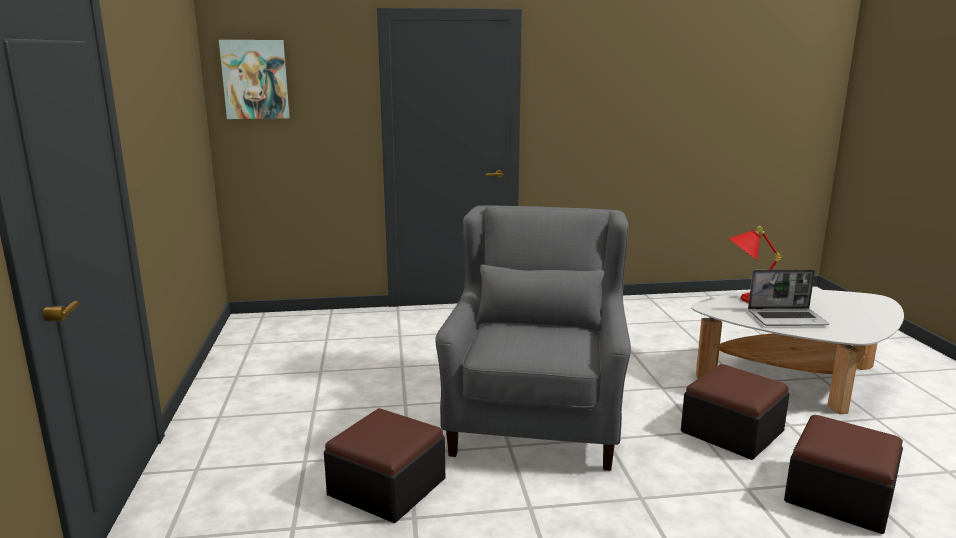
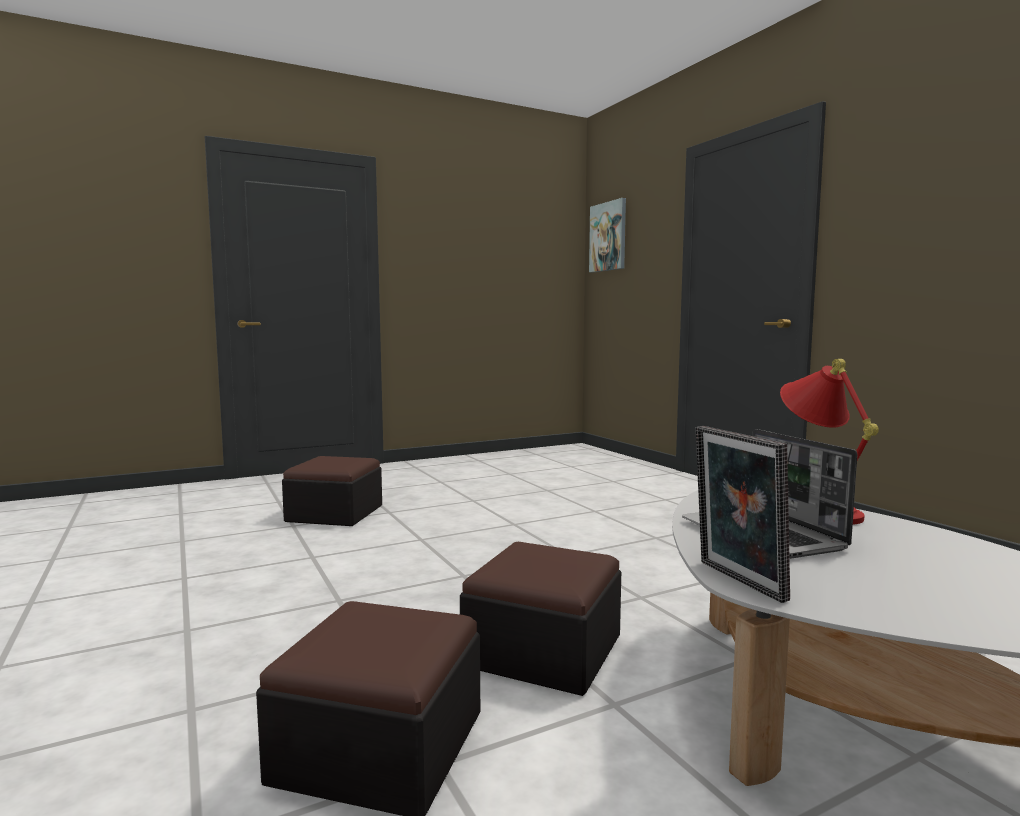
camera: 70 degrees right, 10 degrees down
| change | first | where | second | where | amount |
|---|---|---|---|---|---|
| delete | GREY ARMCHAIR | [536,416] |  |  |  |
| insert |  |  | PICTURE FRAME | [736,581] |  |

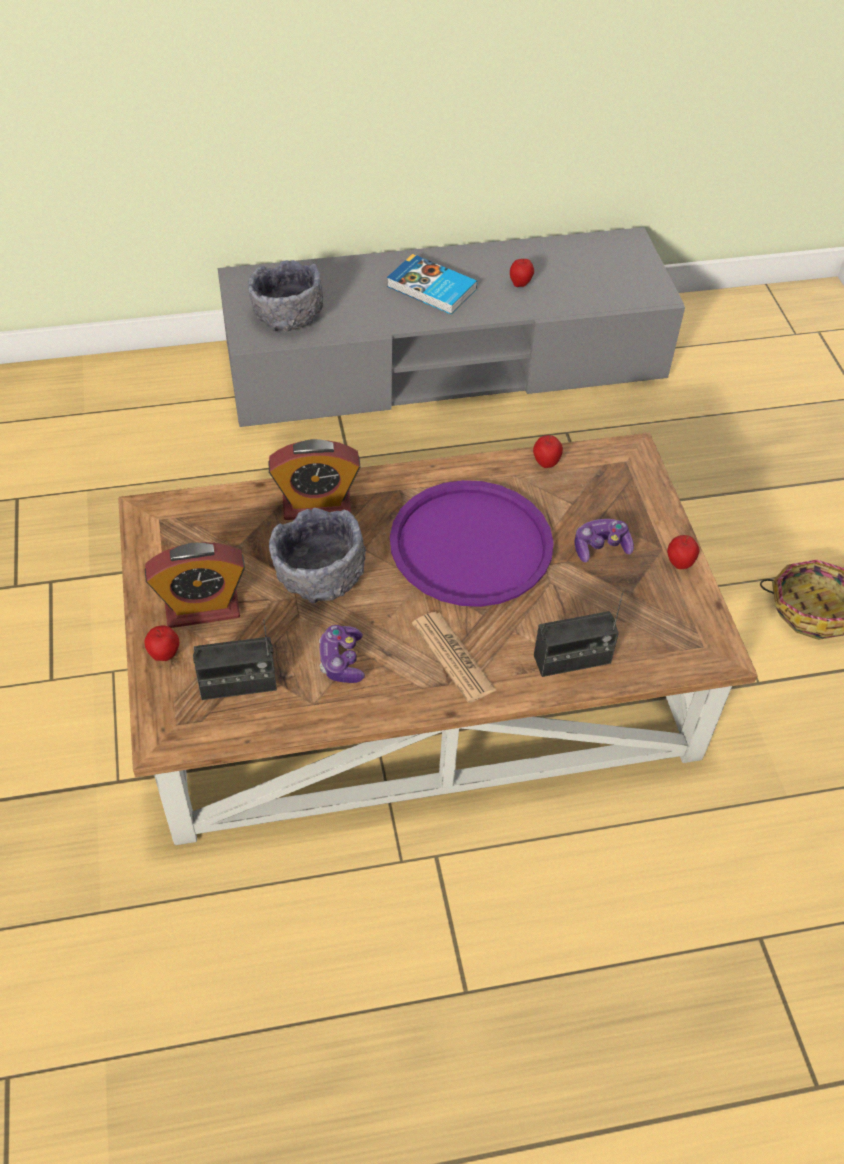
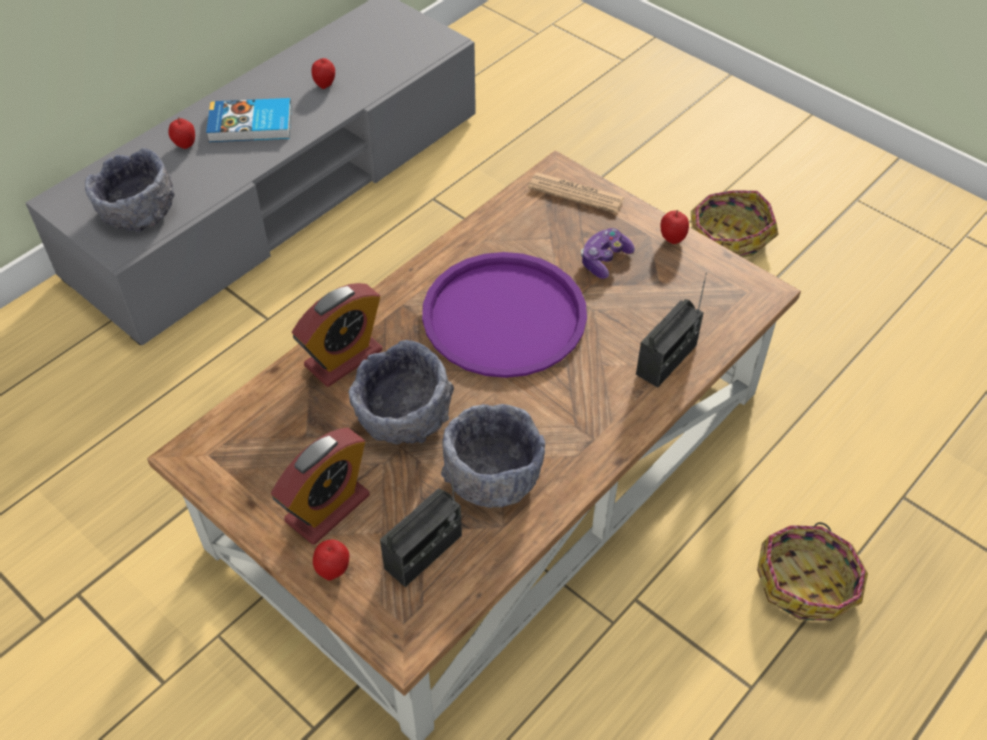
camera: 35 degrees left, 0 degrees up
| change | first | where | second | where | amount |
|---|---|---|---|---|---|
| replace | GAME CONTROLLER | [342,661] | GREY BOWL | [492,475] |  |
| move | NEWSPAPER | [453,657] |  | [576,193] |  |
| move | APPLE | [545,463] |  | [185,145] |  |
| insert |  |  | BASKET | [807,582] |  |

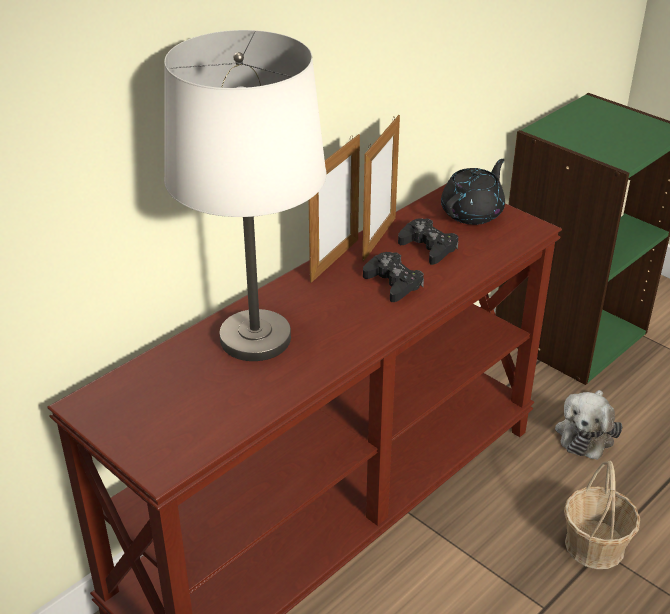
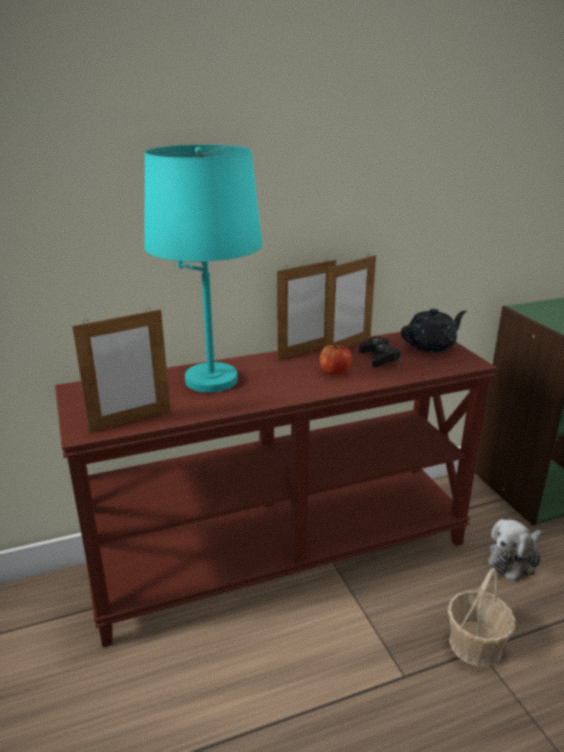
camera: 25 degrees right, 10 degrees down
| change | first | where | second | where | amount |
|---|---|---|---|---|---|
| recolor | WHITE TABLE LAMP | [256,338] | TURQUOISE TABLE LAMP | [212,380] |  |
| replace | BLACK GAME CONTROLLER | [393,283] | APPLE | [334,371] |  |
| insert |  |  | PICTURE FRAME | [131,421] |  |

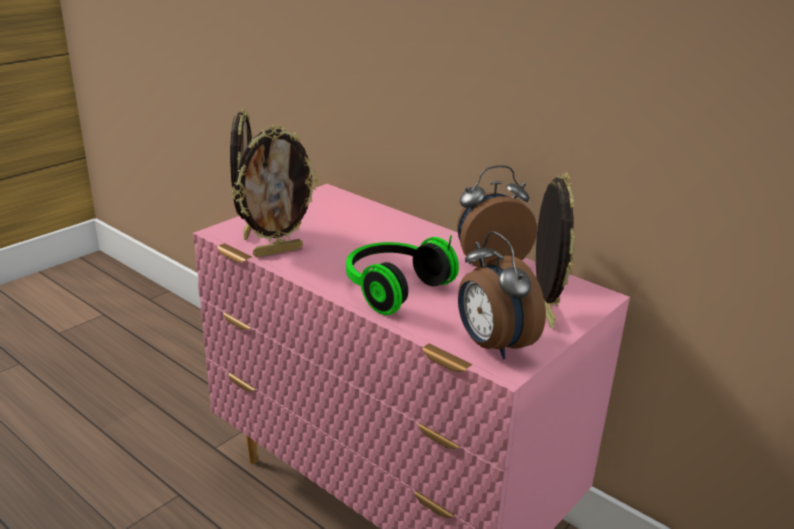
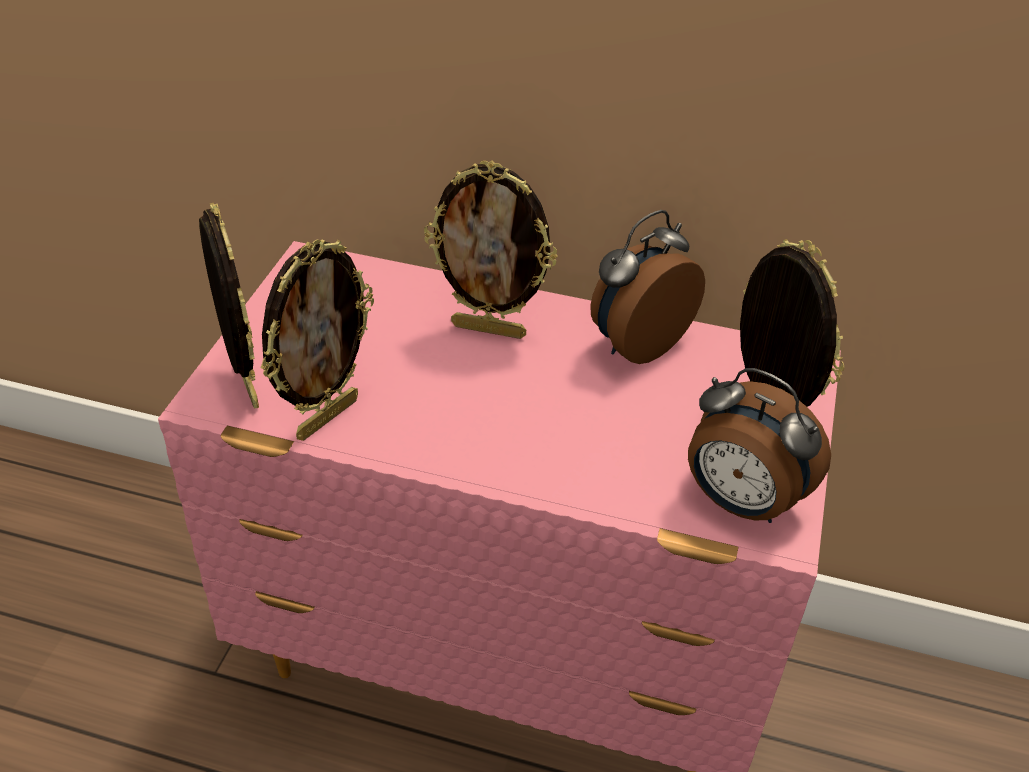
camera: 25 degrees left, 15 degrees up
| change | first | where | second | where | amount |
|---|---|---|---|---|---|
| delete | HEADPHONES | [392,288] |  |  |  |
| insert |  |  | PICTURE FRAME | [489,329] |  |

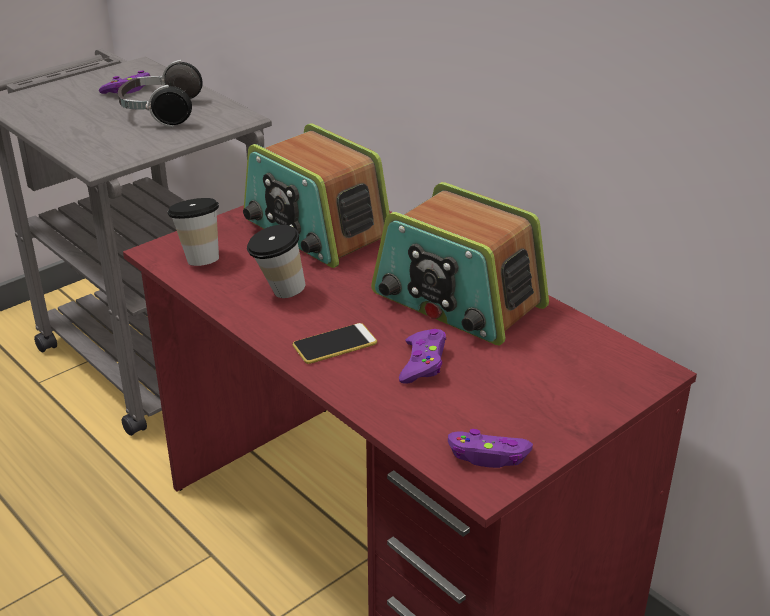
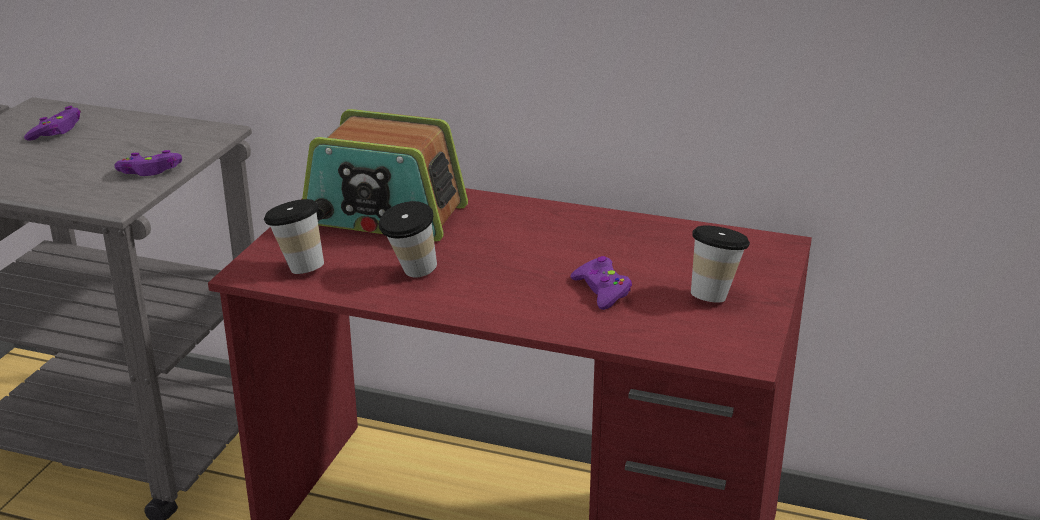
camera: 30 degrees left, 5 degrees down
| change | first | where | second | where | amount |
|---|---|---|---|---|---|
| delete | HEADPHONES | [160,112] |  |  |  |
| delete | PHONE | [334,344] |  |  |  |
| delete | RADIO | [457,301] |  |  |  |
| move | PURPLE GAME CONTROLLER | [488,456] |  | [150,171] |  |
| insert |  |  | CUP | [714,294] |  |

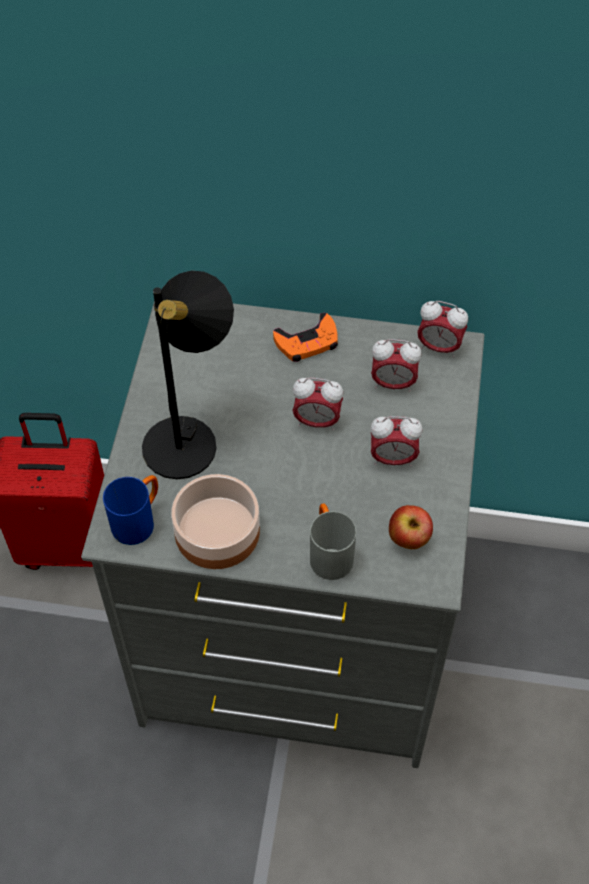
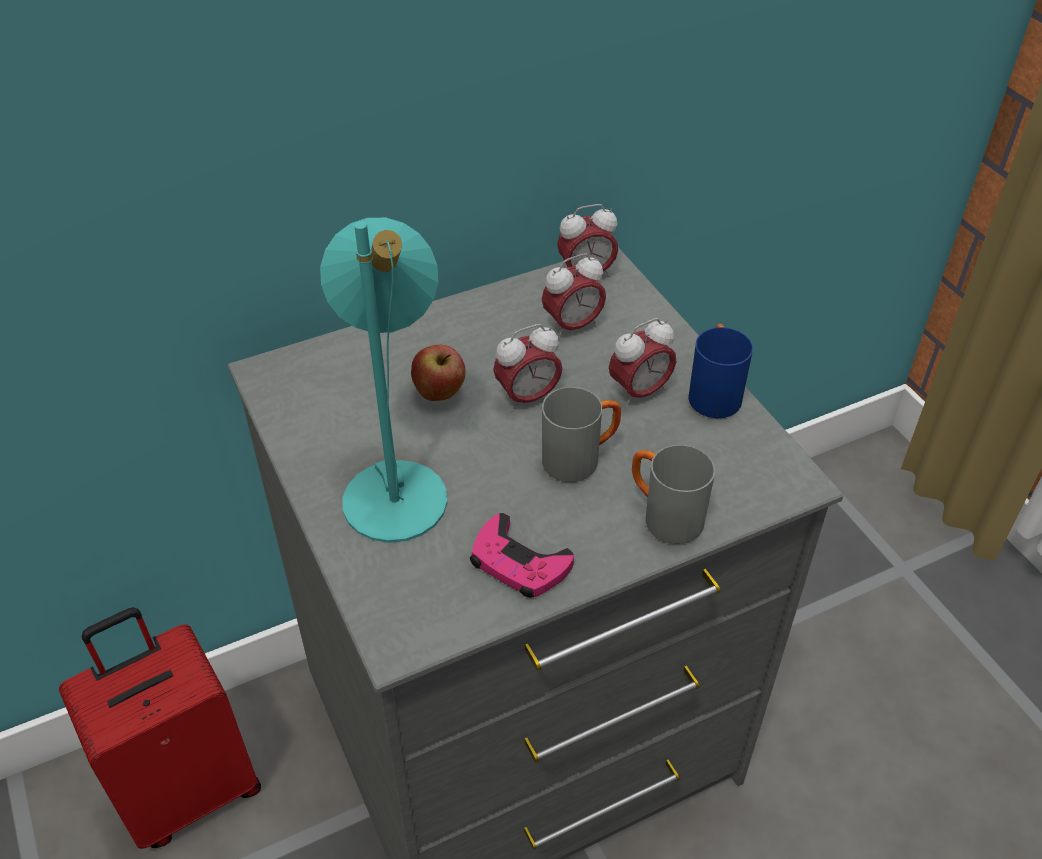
camera: 35 degrees left, 10 degrees down
| change | first | where | second | where | amount |
|---|---|---|---|---|---|
| move | BLUE MUG | [138,520] |  | [713,392] |  |
| recolor | BLACK TABLE LAMP | [189,437] | TURQUOISE TABLE LAMP | [398,484] |  |
| replace | BOWL | [216,530] | PINK GAME CONTROLLER | [518,563] |  |
| delete | ORANGE GAME CONTROLLER | [307,342] |  |  |  |
| move | APPLE | [408,539] |  | [440,394] |  |
| insert |  |  | GREY MUG | [580,458] |  |

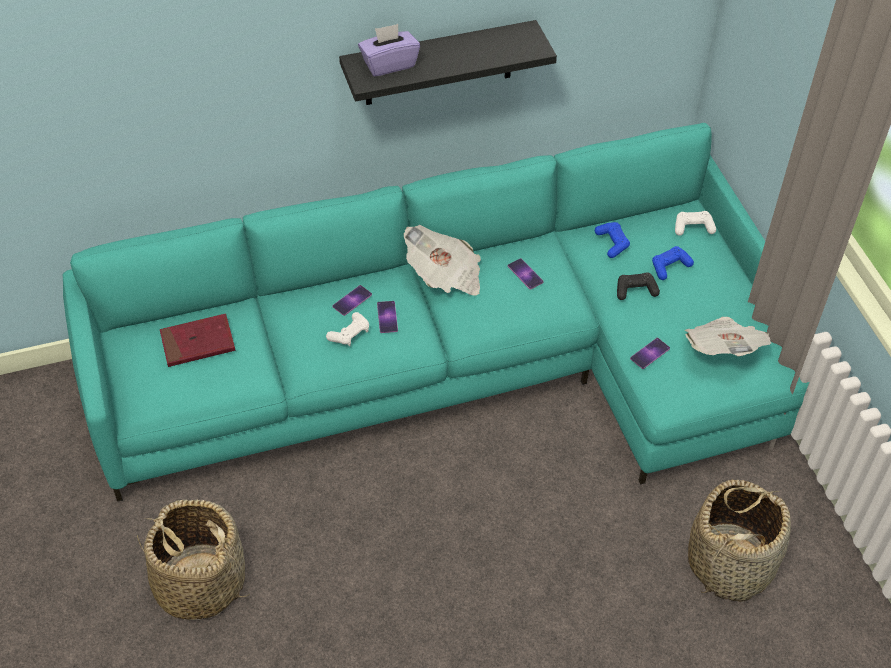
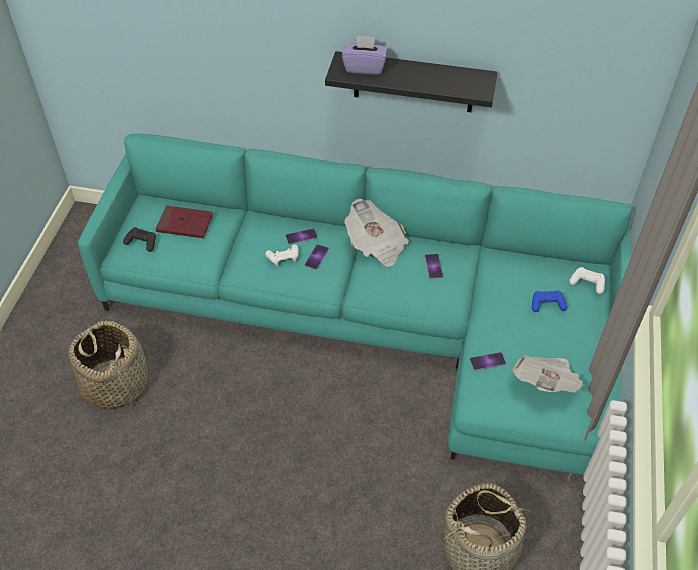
camera: 30 degrees right, 0 degrees up
| change | first | where | second | where | amount |
|---|---|---|---|---|---|
| delete | BLUE GAME CONTROLLER | [612,243] |  |  |  |
| move | BLACK GAME CONTROLLER | [635,290] |  | [142,242] |  |

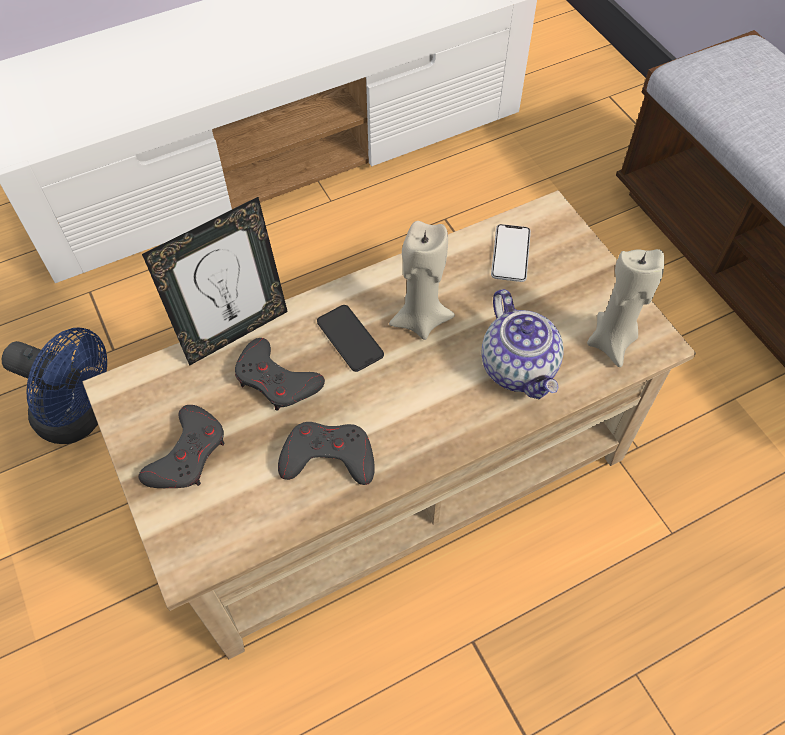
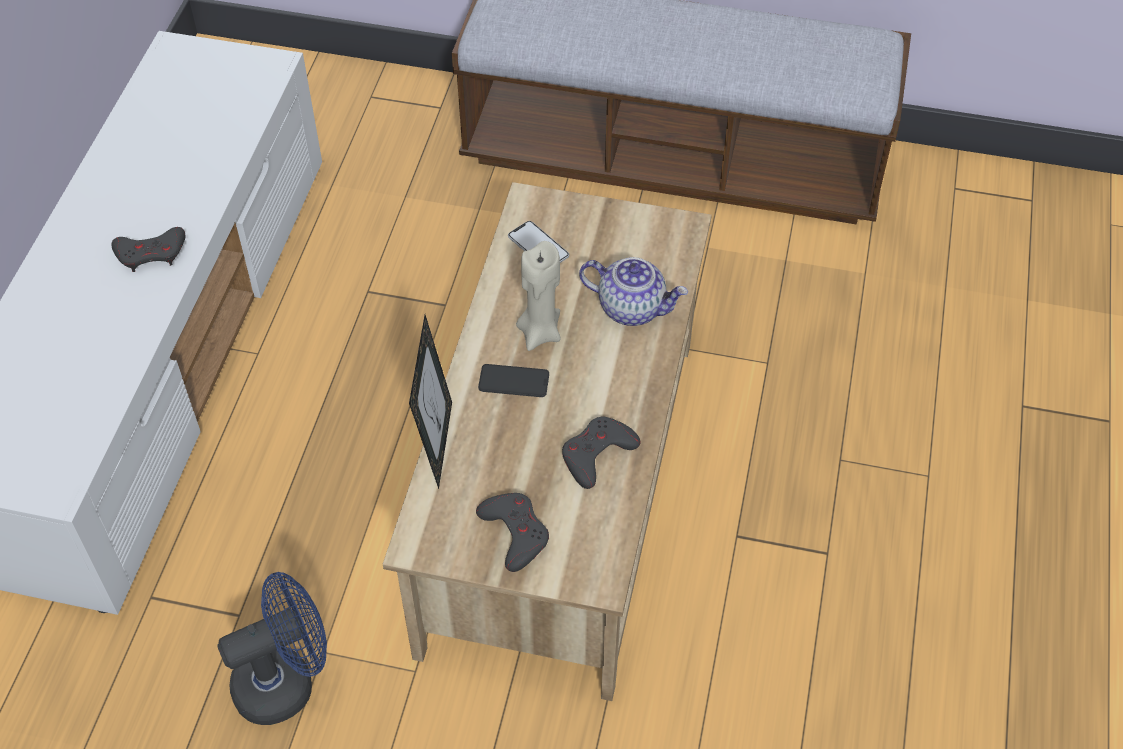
camera: 50 degrees left, 5 degrees down
| change | first | where | second | where | amount |
|---|---|---|---|---|---|
| move | GREY GAME CONTROLLER | [276,380] |  | [151,253] |  |
| delete | BEIGE CANDLE | [612,342] |  |  |  |

